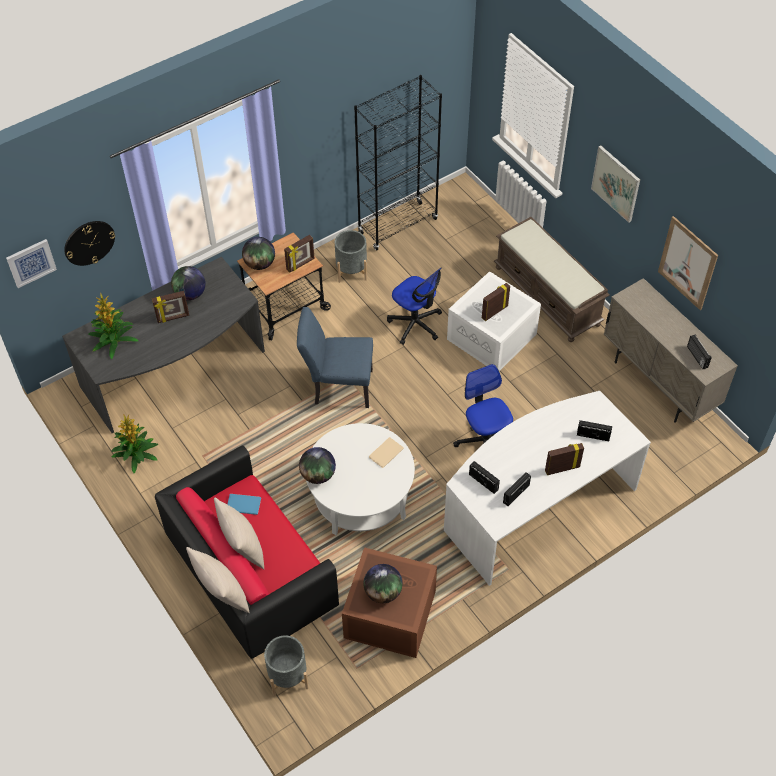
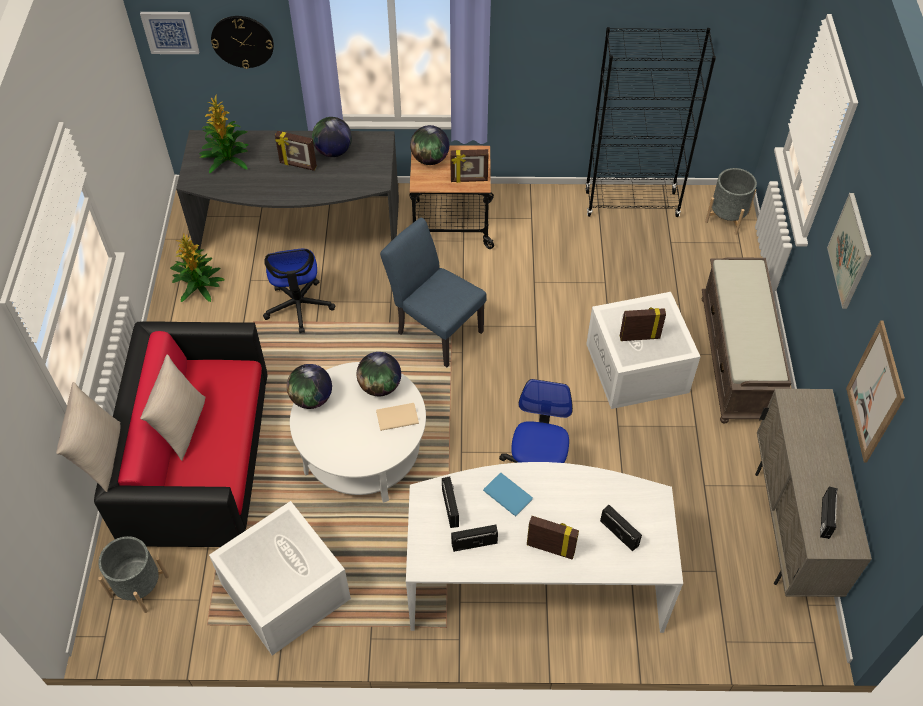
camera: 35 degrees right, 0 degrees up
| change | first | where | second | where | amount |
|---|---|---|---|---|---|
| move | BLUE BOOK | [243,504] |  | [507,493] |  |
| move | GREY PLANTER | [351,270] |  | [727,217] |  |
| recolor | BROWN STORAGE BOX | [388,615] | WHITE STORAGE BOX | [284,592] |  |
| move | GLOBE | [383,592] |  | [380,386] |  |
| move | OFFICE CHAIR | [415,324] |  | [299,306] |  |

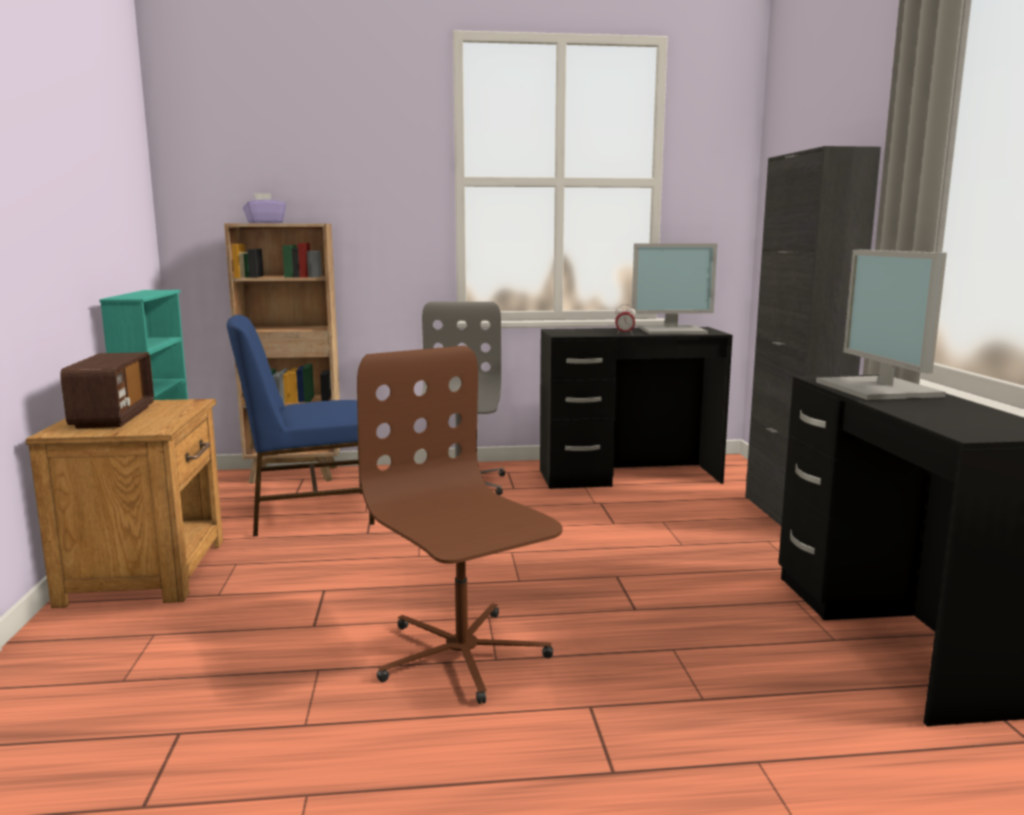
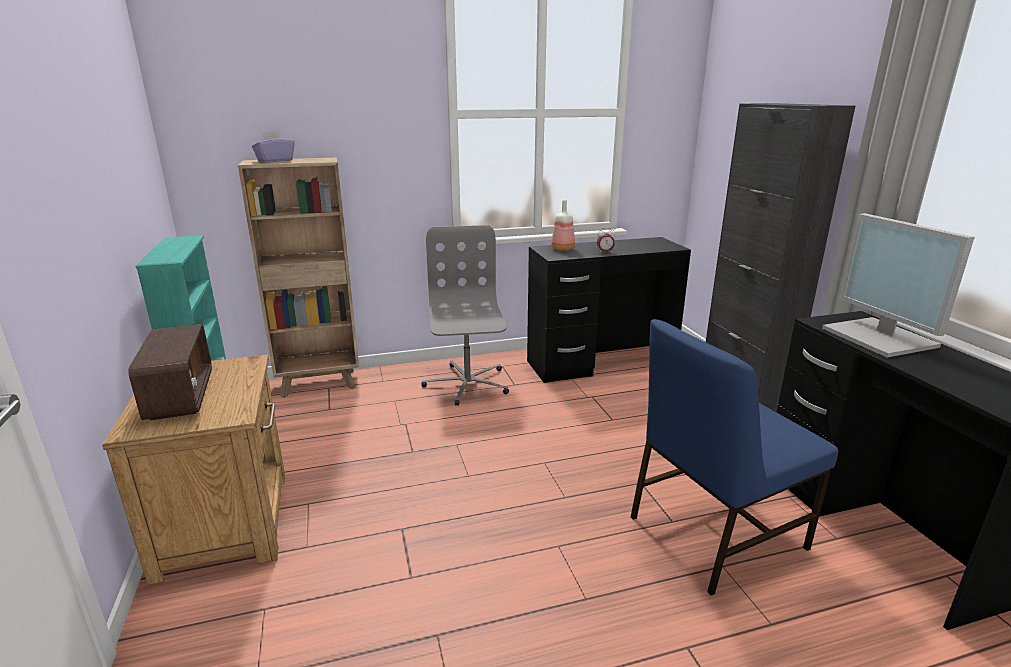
camera: 10 degrees left, 10 degrees up
| change | first | where | second | where | amount |
|---|---|---|---|---|---|
| move | BLUE CHAIR | [309,512] |  | [713,532] |  |
| delete | BROWN OFFICE CHAIR | [461,655] |  |  |  |
| delete | MONITOR | [673,330] |  |  |  |
| insert |  |  | BOTTLE | [563,249] |  |

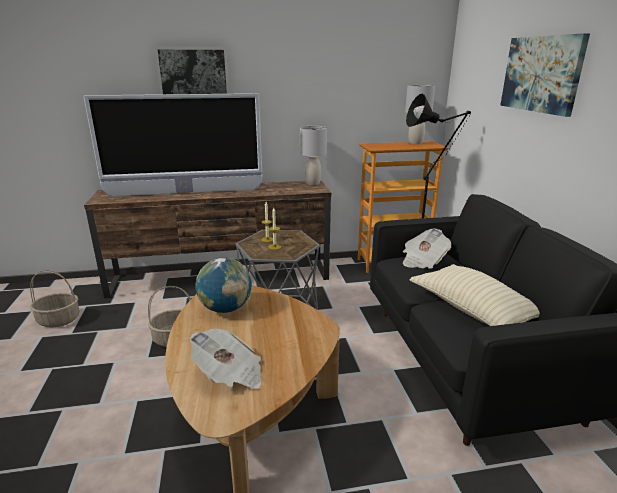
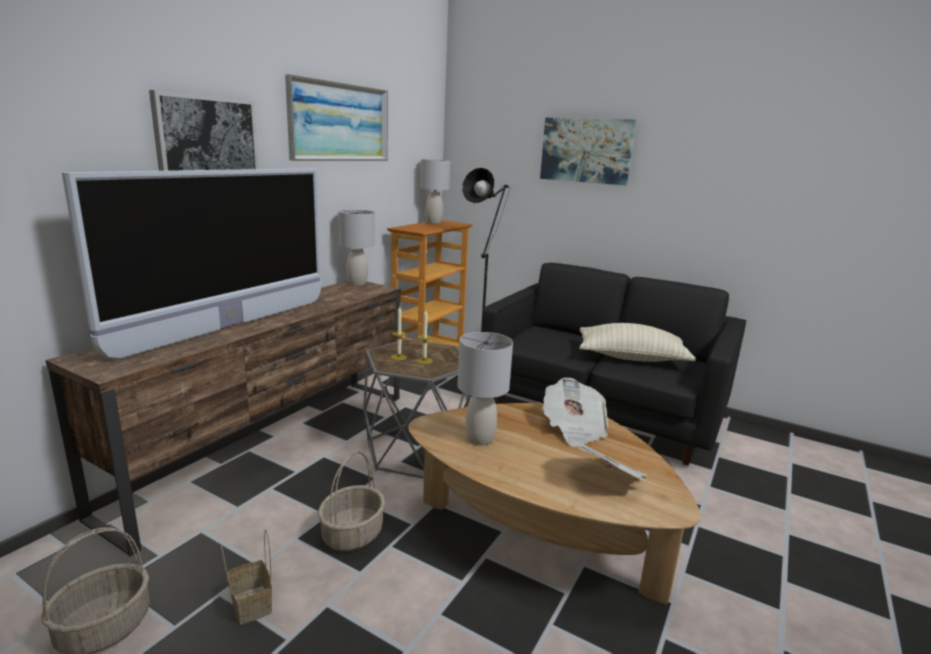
camera: 50 degrees left, 5 degrees down
| change | first | where | second | where | amount |
|---|---|---|---|---|---|
| replace | GLOBE | [225,309] | GREY TABLE LAMP | [480,439] |  |
| move | NEWSPAPER | [422,260] |  | [573,429] |  |
| insert |  |  | BASKET | [250,604] |  |
| insert |  |  | PICTURE | [340,122] |  |

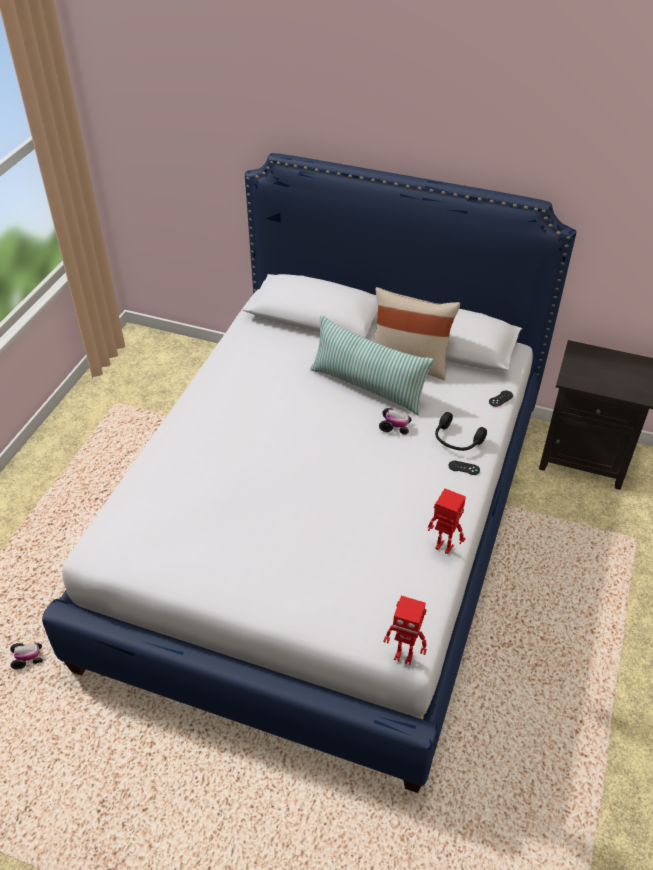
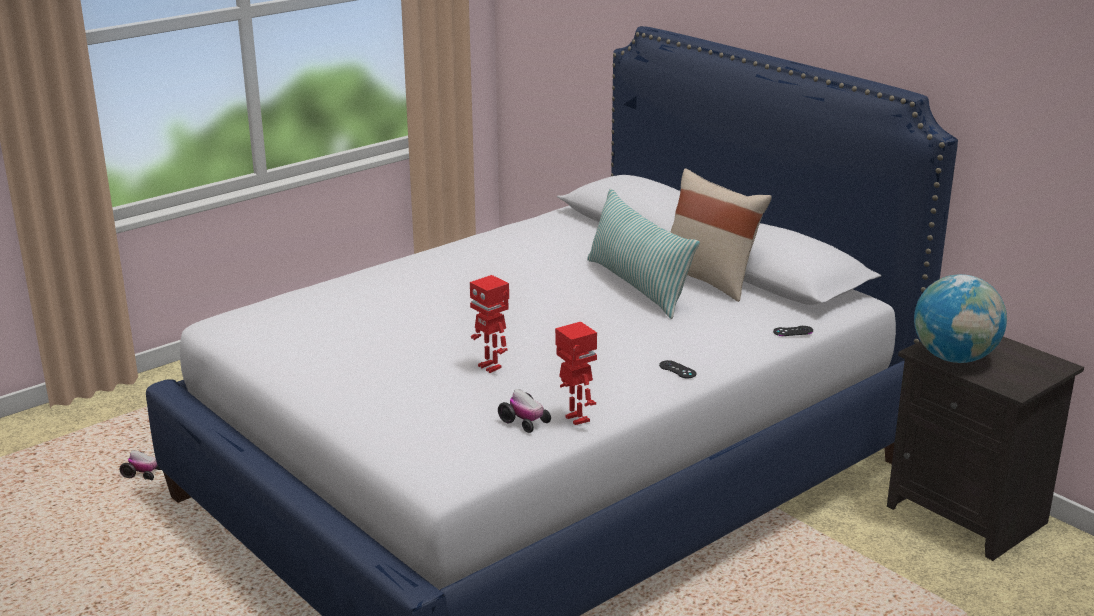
camera: 30 degrees right, 20 degrees down
| change | first | where | second | where | amount |
|---|---|---|---|---|---|
| move | TOY CAR | [395,426] |  | [525,422] |  |
| move | TOY ROBOT | [404,655] |  | [491,366] |  |
| delete | BLACK HEADPHONES | [456,440] |  |  |  |
| insert |  |  | GLOBE | [954,358] |  |

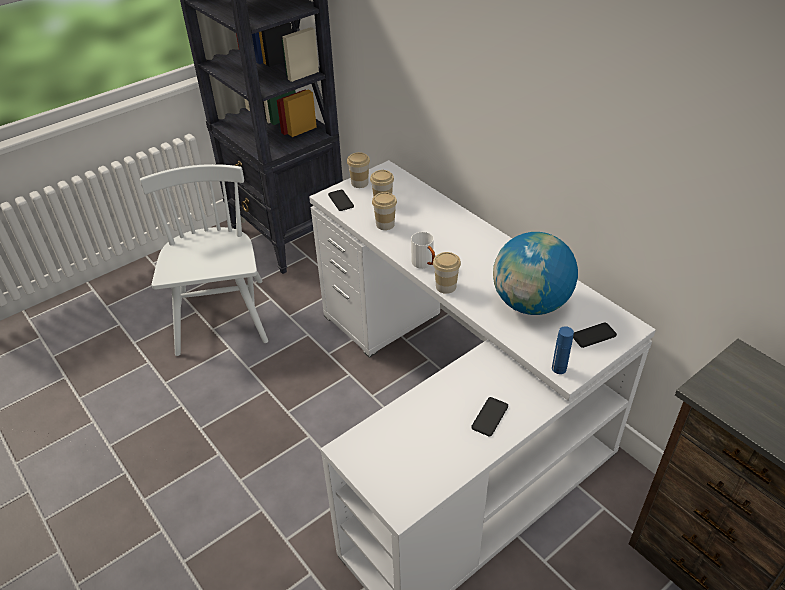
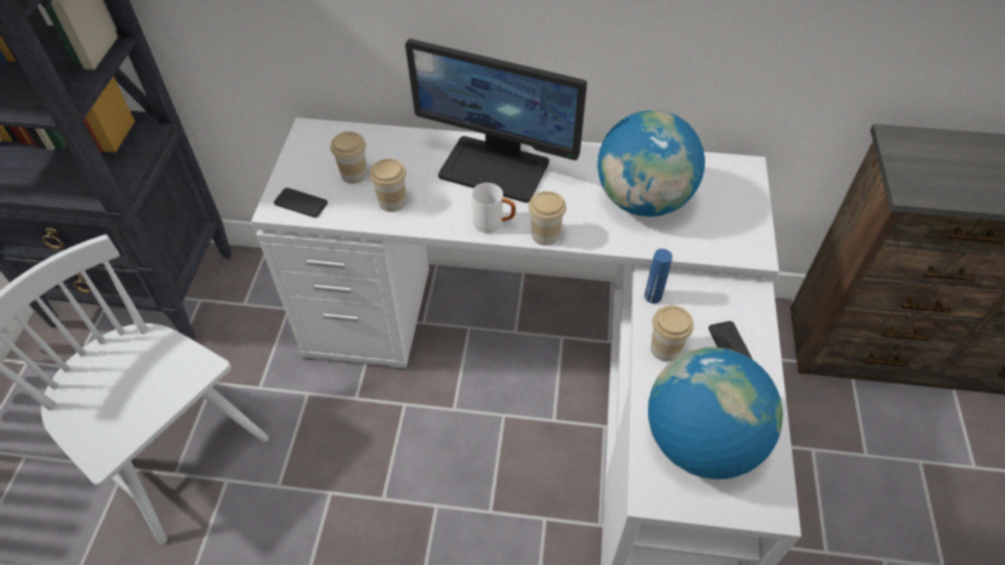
camera: 45 degrees left, 10 degrees up
| change | first | where | second | where | amount |
|---|---|---|---|---|---|
| move | CUP | [359,183] |  | [665,349] |  |
| move | BLUE BOTTLE | [559,368] |  | [653,296] |  |
| delete | PHONE | [593,335] |  |  |  |
| insert |  |  | MONITOR | [496,168] |  |
| insert |  |  | GLOBE | [700,441] |  |

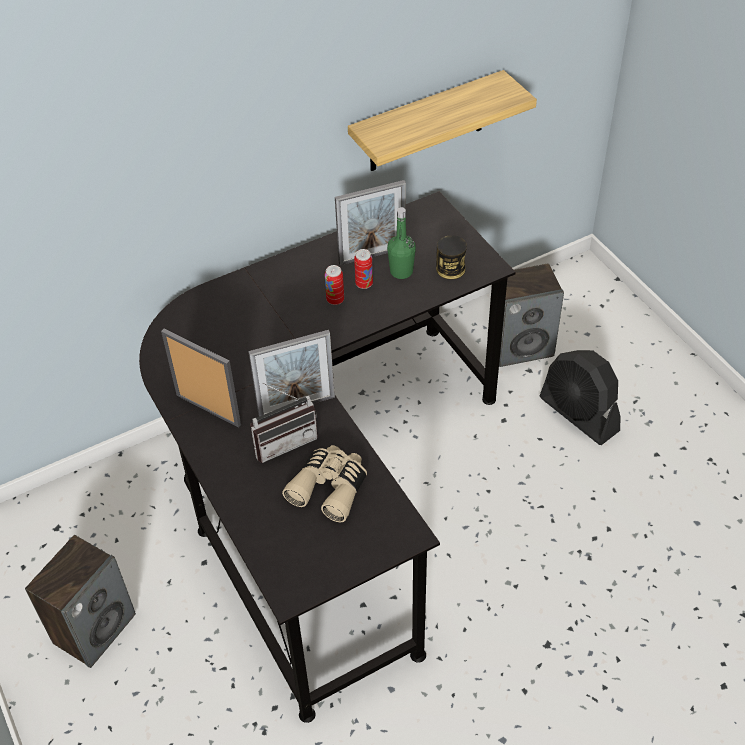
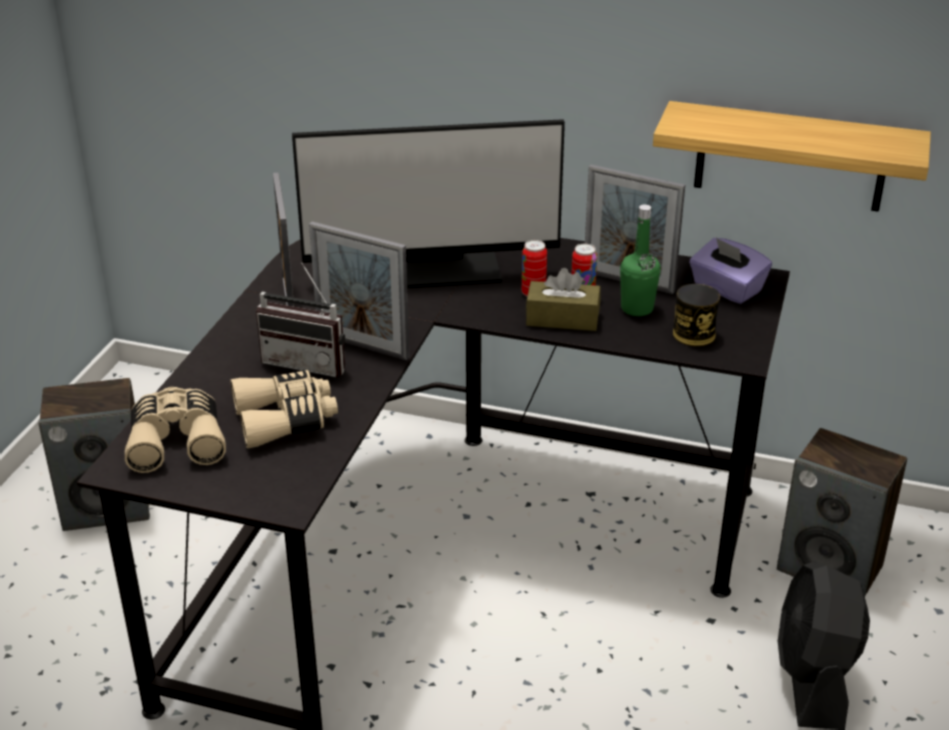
camera: 45 degrees right, 15 degrees down
| change | first | where | second | where | amount |
|---|---|---|---|---|---|
| insert |  |  | BEIGE BINOCULARS | [176,440] |  |
| insert |  |  | MONITOR | [431,268] |  |
| insert |  |  | BROWN TISSUE BOX | [562,318] |  |
| insert |  |  | PURPLE TISSUE BOX | [726,289] |  |

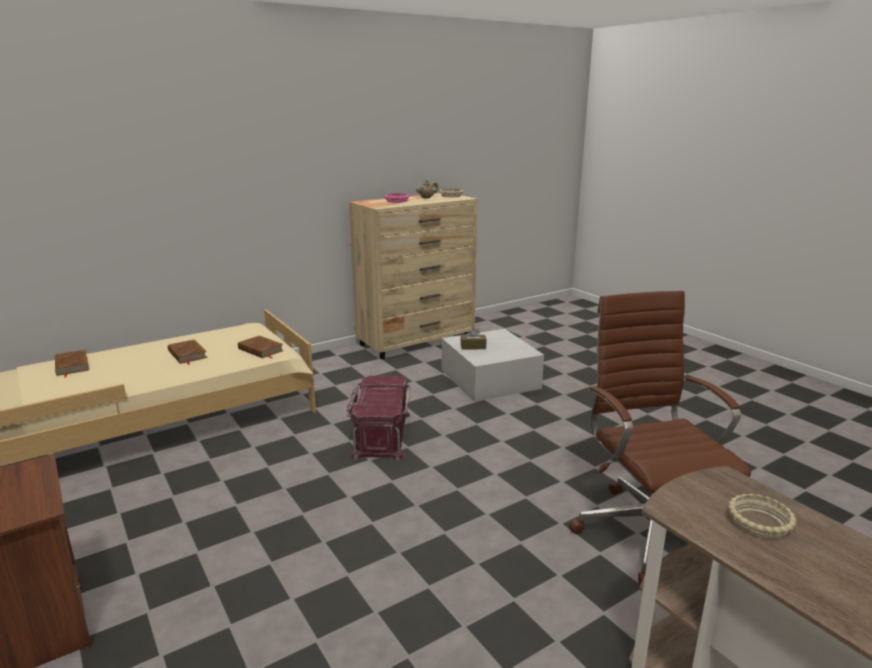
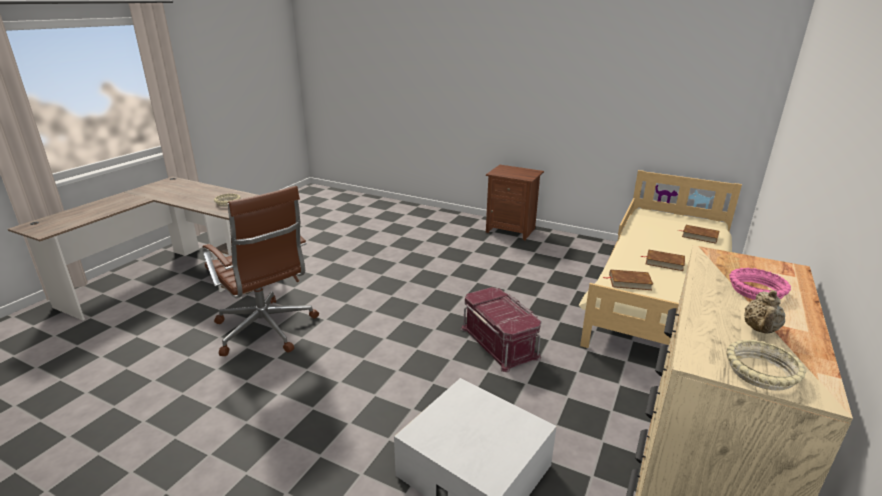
camera: 150 degrees right, 5 degrees up
| change | first | where | second | where | amount |
|---|---|---|---|---|---|
| delete | BROWN TISSUE BOX | [473,347] |  |  |  |

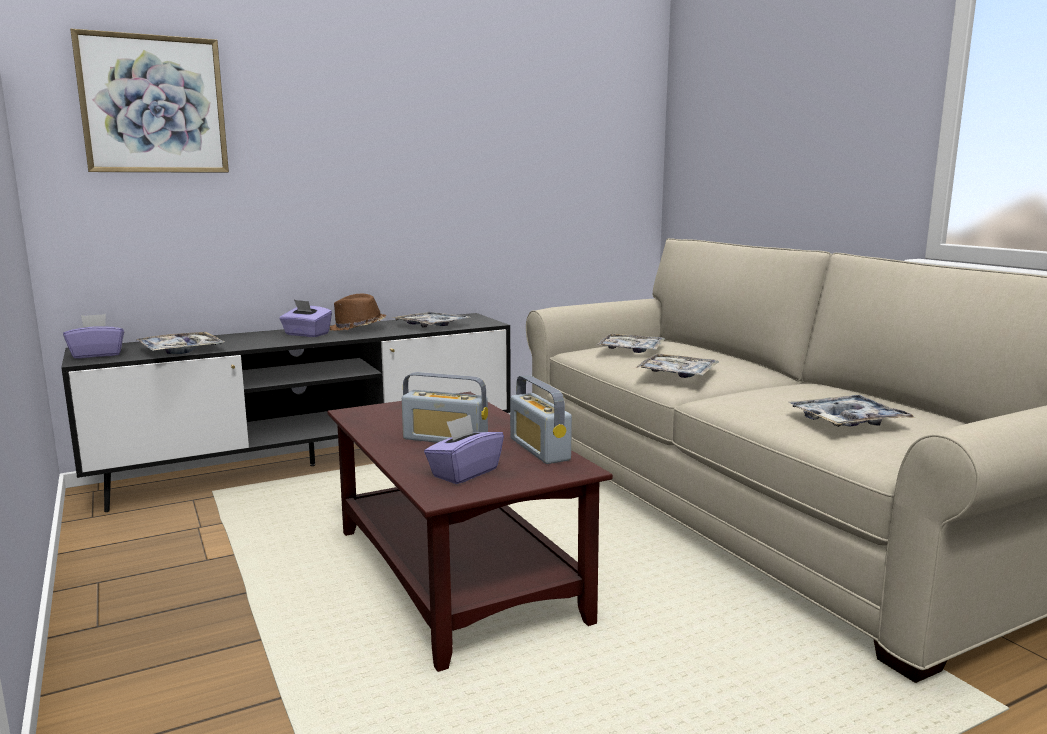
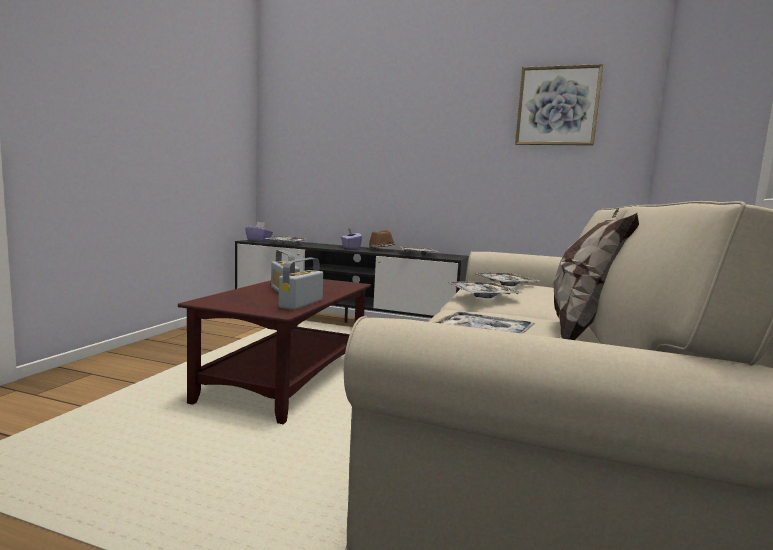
camera: 45 degrees right, 5 degrees down
| change | first | where | second | where | amount |
|---|---|---|---|---|---|
| move | PICTURE | [153,105] |  | [557,106] |  |
| delete | PURPLE TISSUE BOX | [464,473] |  |  |  |
| insert |  |  | PILLOW | [583,331] |  |

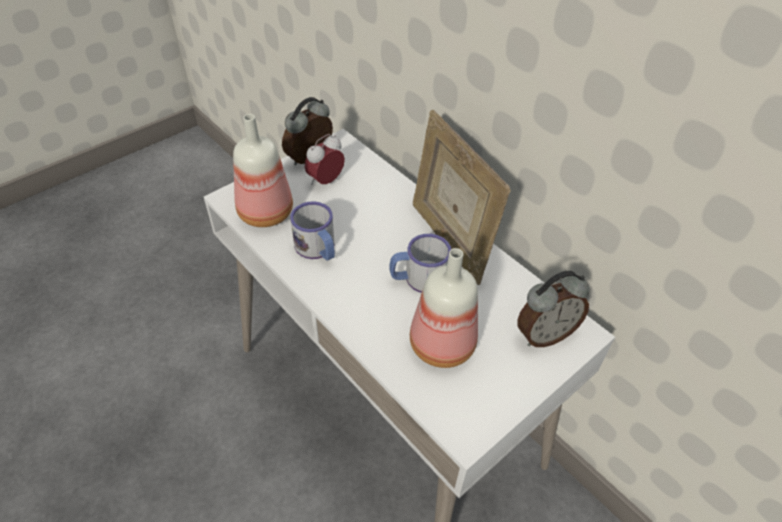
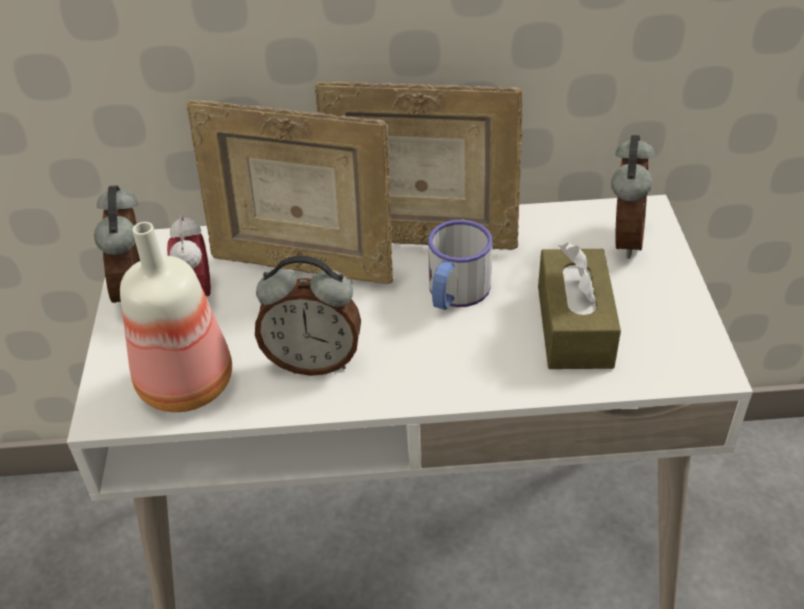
camera: 50 degrees left, 5 degrees down
| change | first | where | second | where | amount |
|---|---|---|---|---|---|
| replace | MUG | [318,249] | ALARM CLOCK | [313,361] |  |
| replace | BOTTLE | [441,347] | BROWN TISSUE BOX | [574,326] |  |
| insert |  |  | PICTURE FRAME | [301,265] |  |

